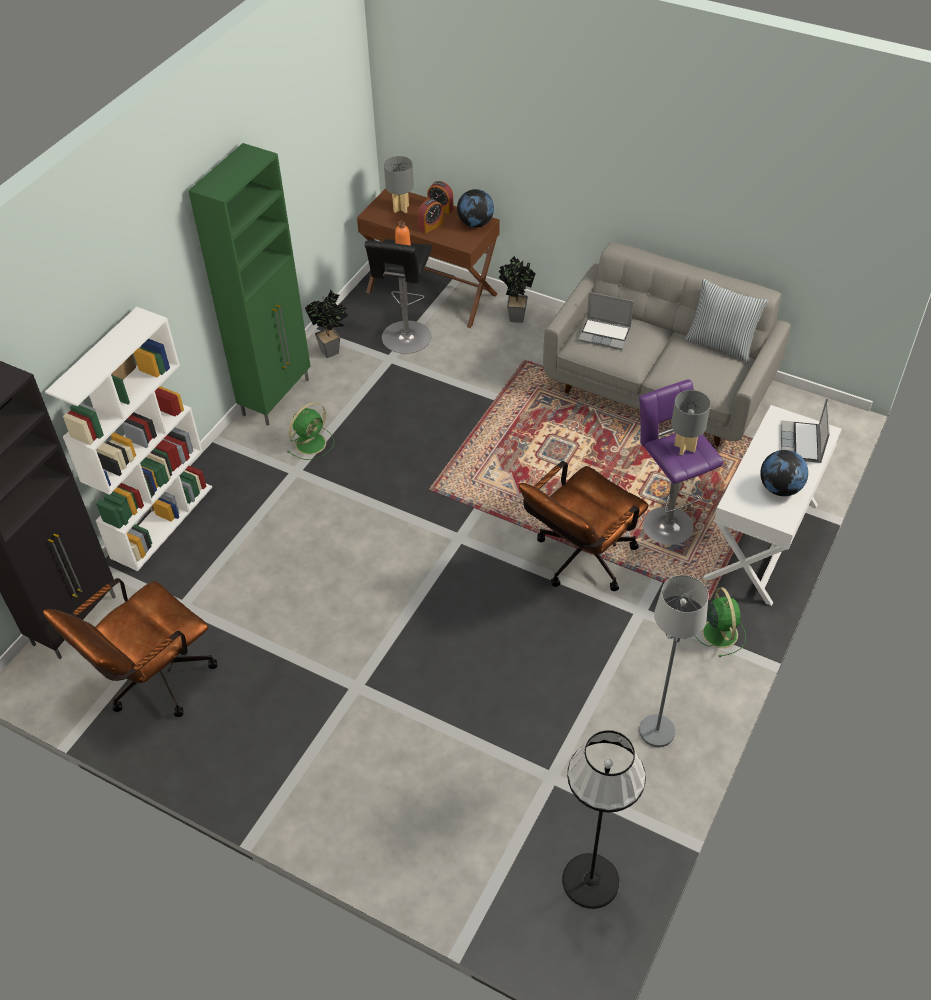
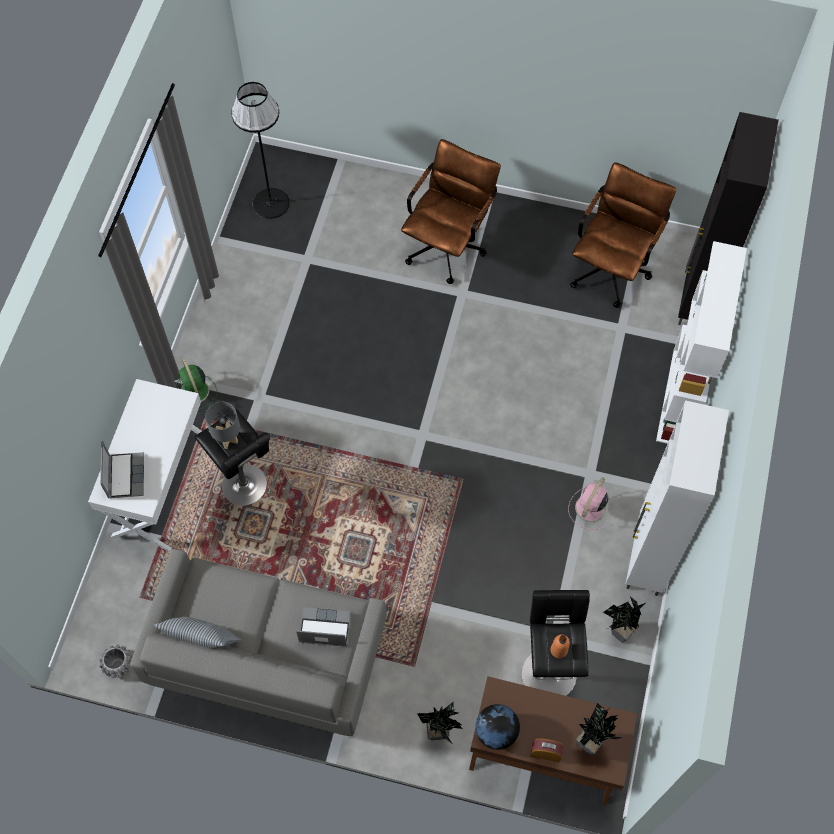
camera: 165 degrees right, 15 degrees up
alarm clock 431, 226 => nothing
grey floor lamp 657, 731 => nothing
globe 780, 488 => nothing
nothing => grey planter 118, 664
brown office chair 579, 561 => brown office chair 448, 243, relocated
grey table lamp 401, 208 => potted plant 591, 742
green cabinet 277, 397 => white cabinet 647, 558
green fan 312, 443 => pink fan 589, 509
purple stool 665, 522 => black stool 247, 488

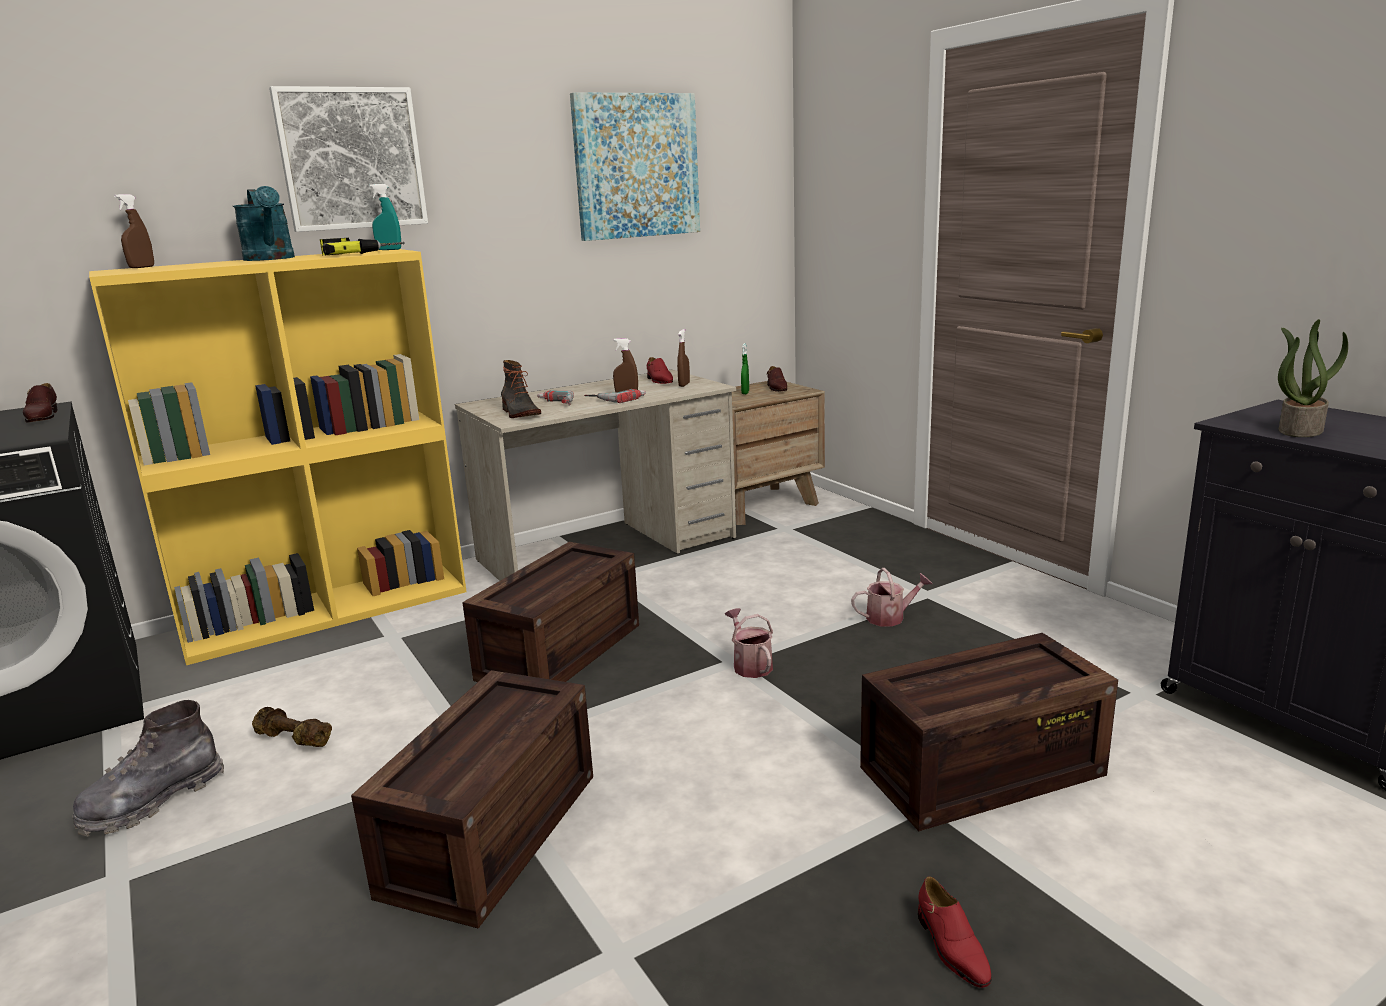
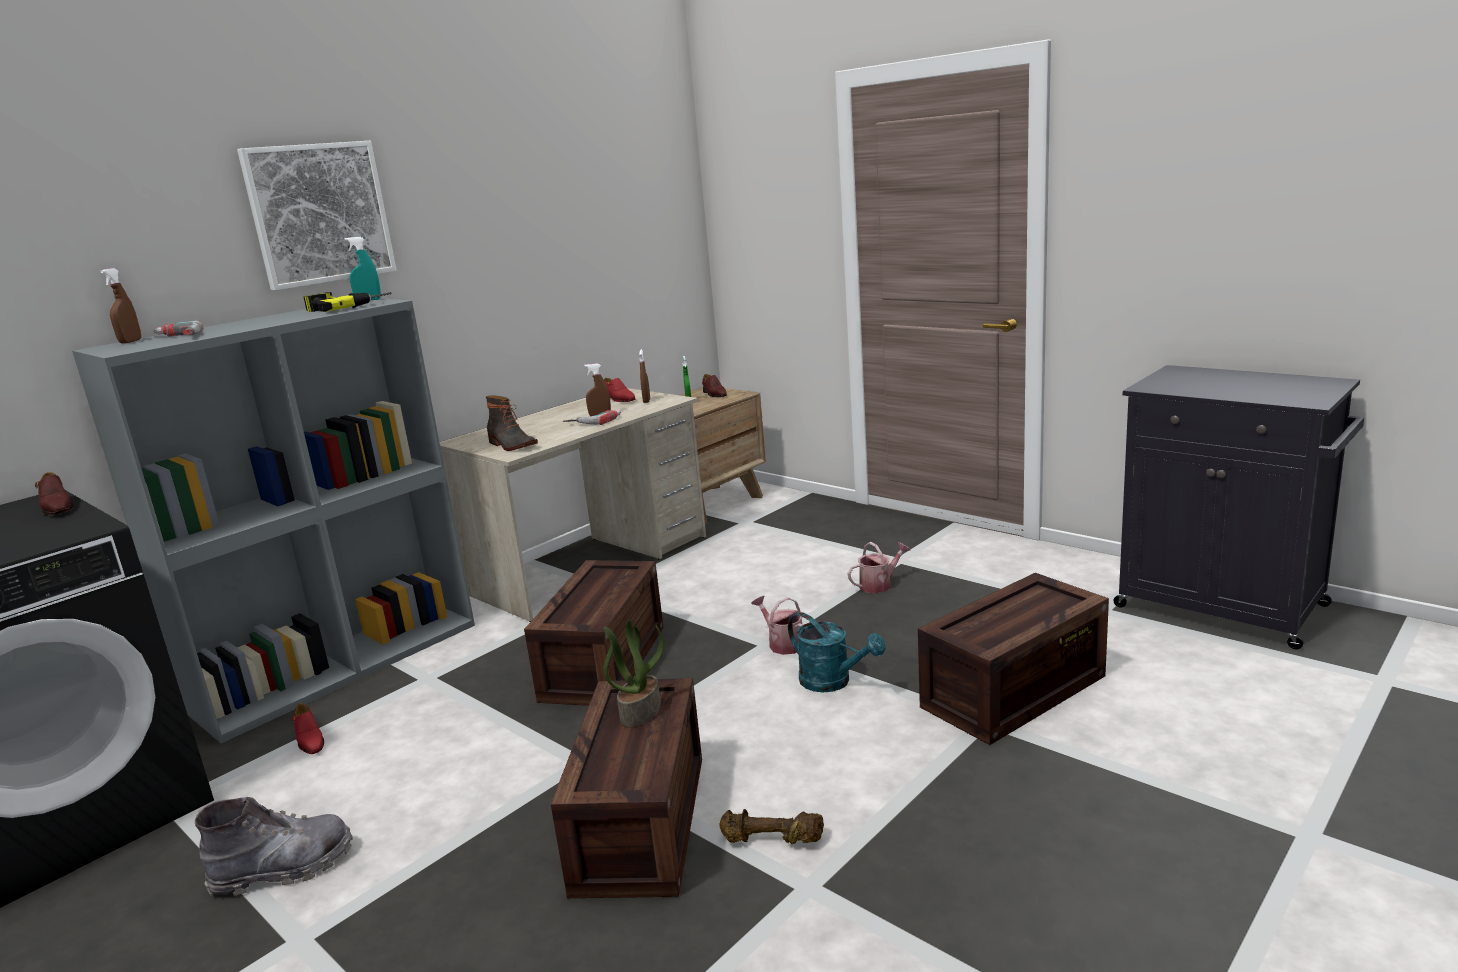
camera: 15 degrees left, 0 degrees up
picture 636, 166 => nothing
turquoise watering can 271, 259 => turquoise watering can 833, 682, relocated
brown dumbbell 292, 740 => brown dumbbell 771, 841, relocated
power drill 554, 404 => power drill 175, 338, relocated
red shoe 951, 948 => red shoe 309, 740, relocated
potted plant 1299, 430 => potted plant 640, 712, relocated
yellow bookcase 328, 609 => grey bookcase 340, 665
grey boot 152, 801 => grey boot 284, 869, 135 degrees counterclockwise

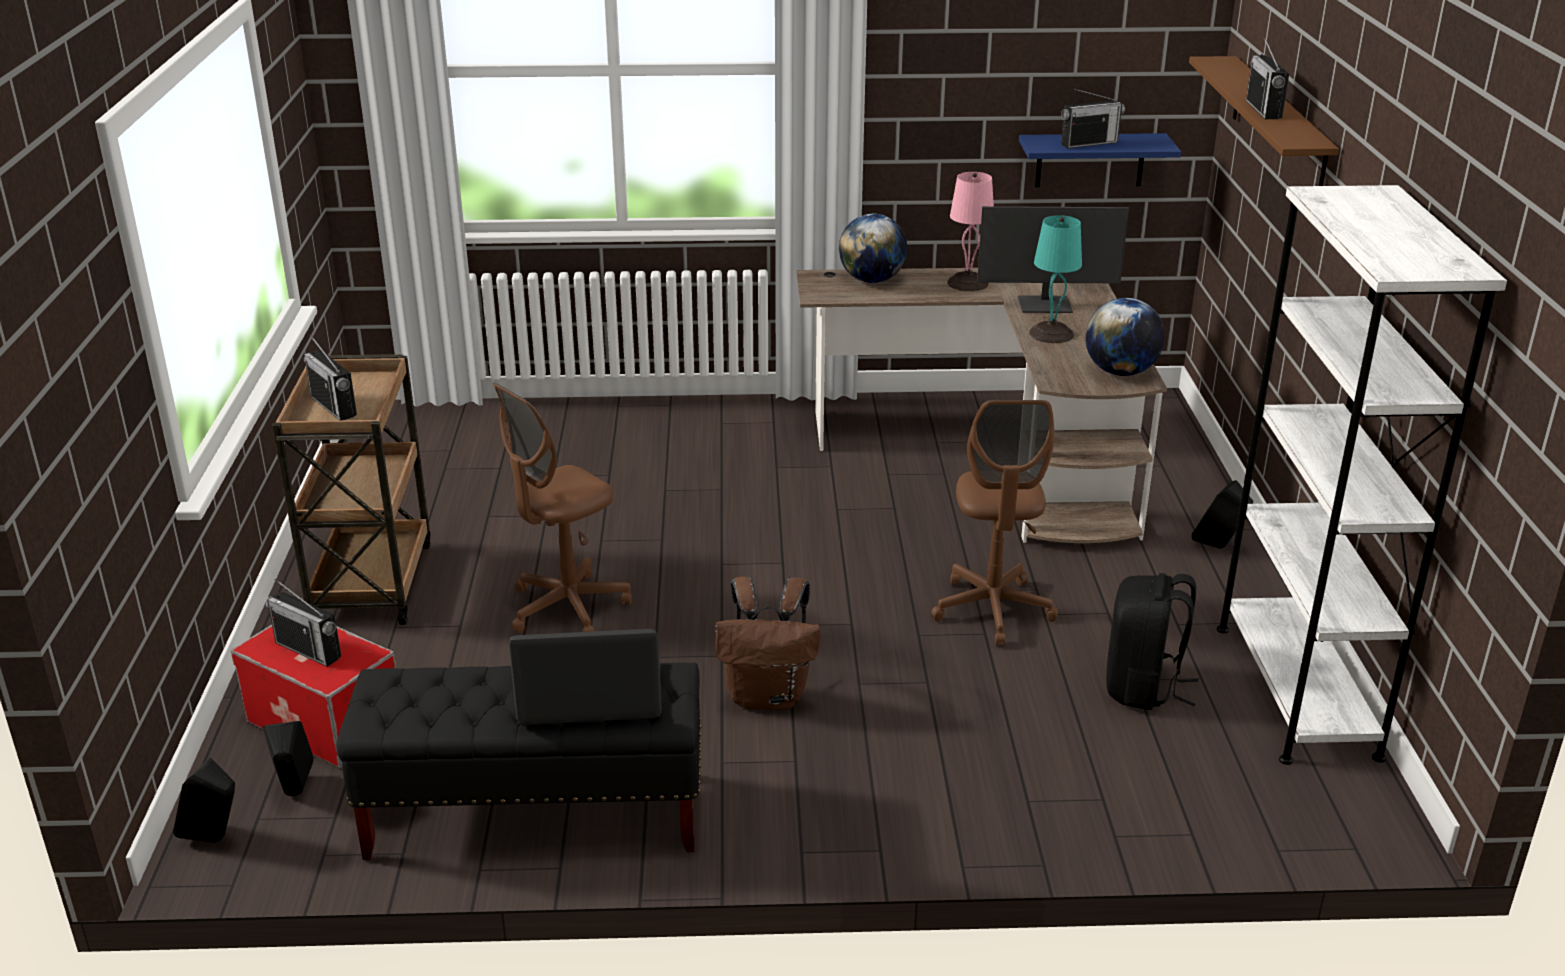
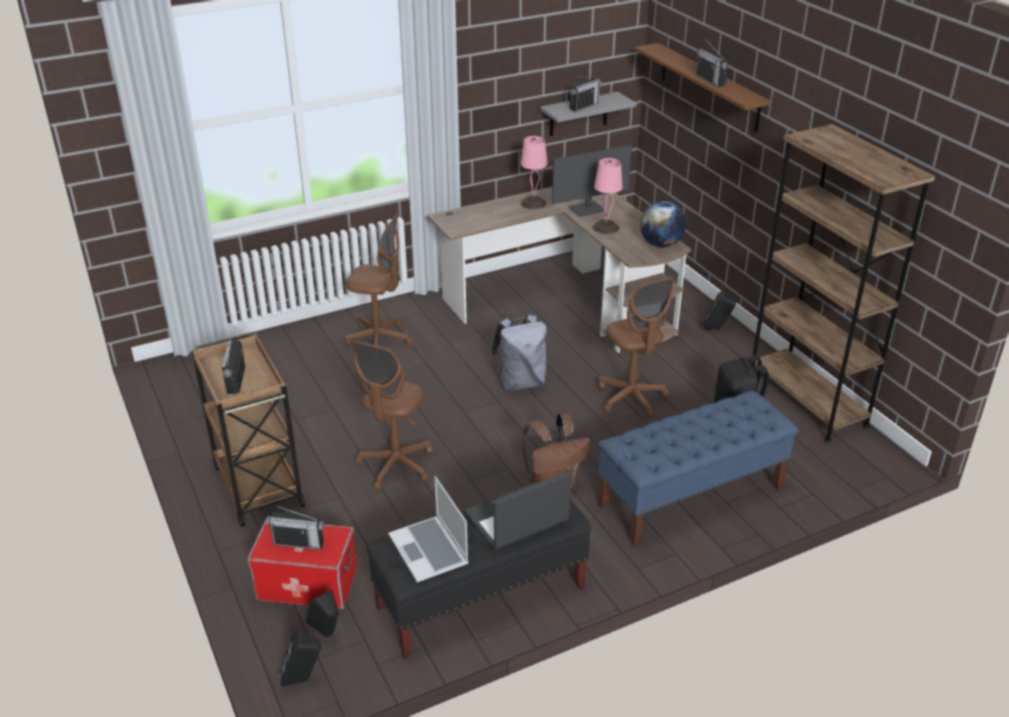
camera: 25 degrees left, 5 degrees up
globe 872, 280 => nothing
nothing => brown office chair 379, 340
nothing => laptop 430, 551
nothing => grey backpack 520, 382
nothing => blue bench 690, 497
blue shelf 1090, 160 => grey shelf 578, 114
turquoise table lamp 1050, 333 => pink table lamp 605, 227
white bookcase 1296, 690 => brown bookcase 806, 400
radio 333, 406 => radio 236, 380, 60 degrees clockwise

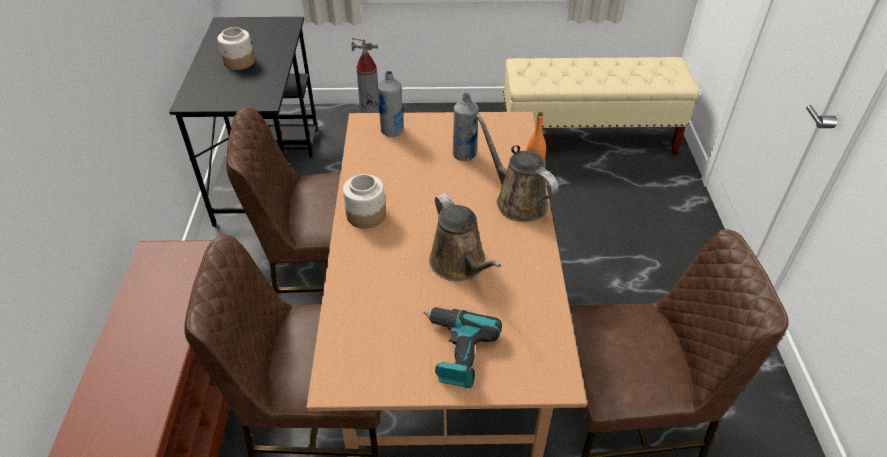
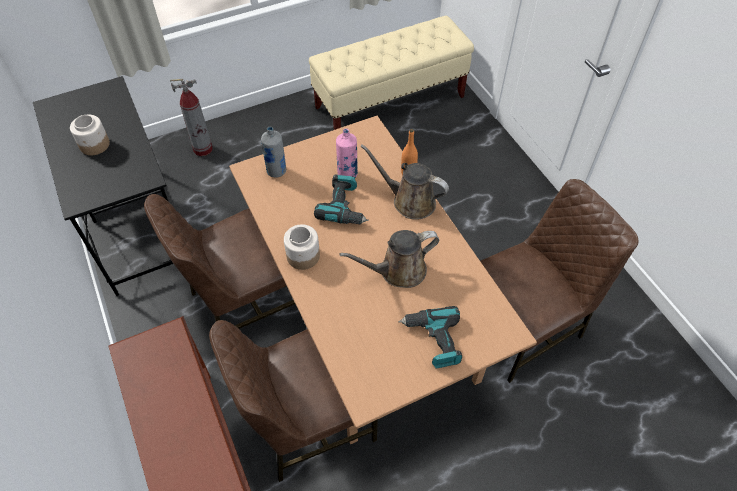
camera: 25 degrees left, 10 degrees up
nothing => power drill 344, 207
grey bottle 464, 154 => pink bottle 347, 174
brown watering can 460, 264 => brown watering can 398, 271, 120 degrees clockwise

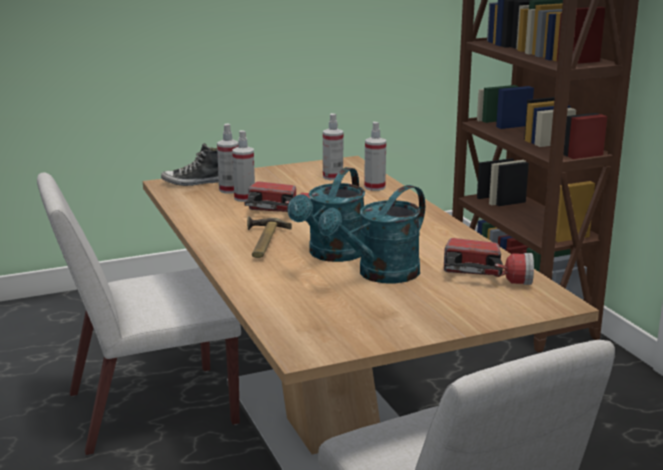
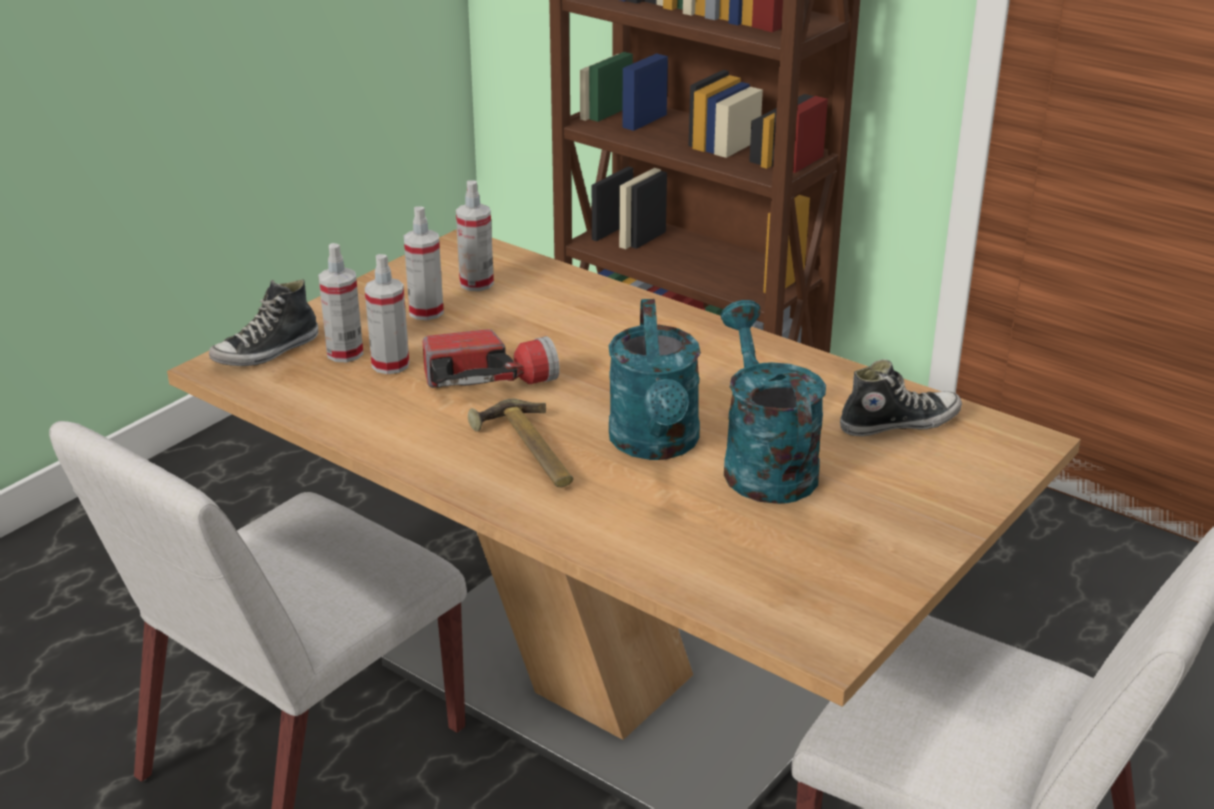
camera: 30 degrees left, 10 degrees up
spray bottle 374, 187 => spray bottle 426, 312, relocated
flashlight 487, 277 => shoe 899, 423
turquoise watering can 380, 275 => turquoise watering can 763, 463, 150 degrees clockwise

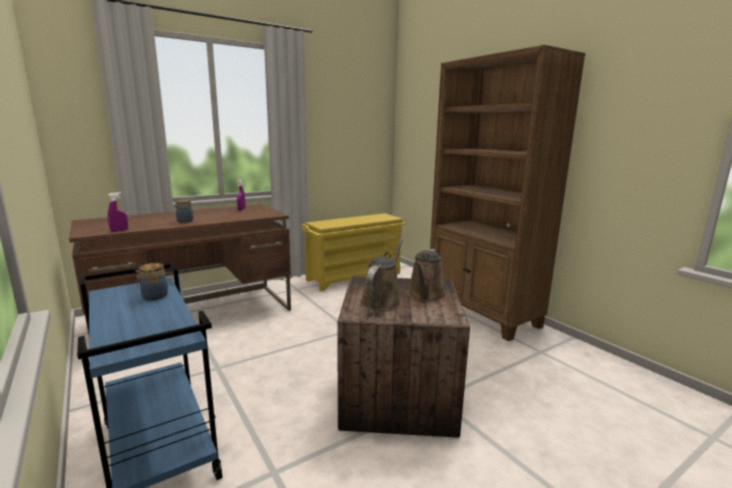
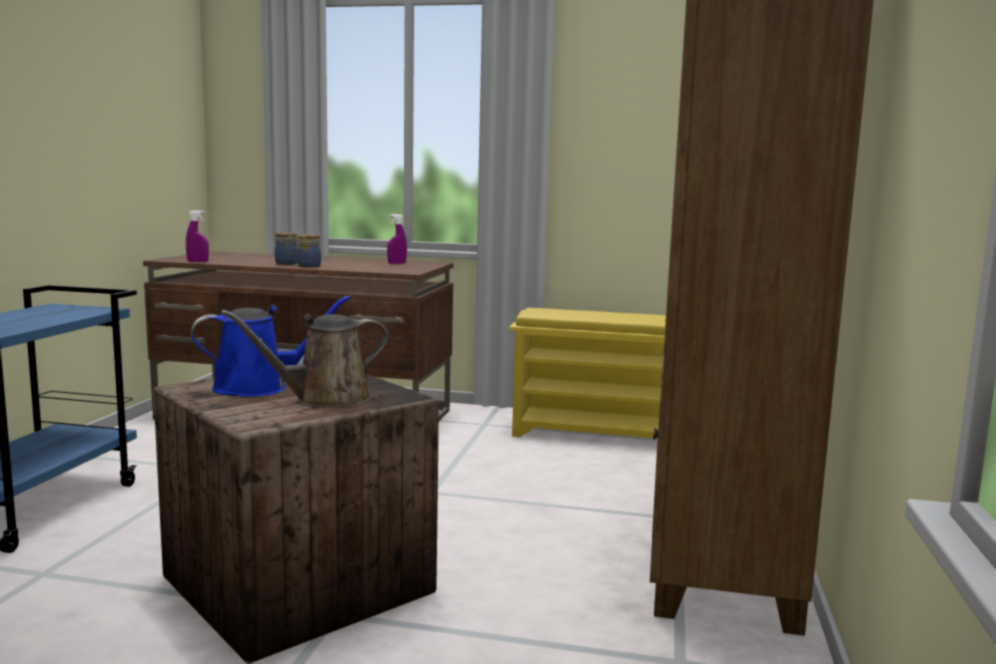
camera: 45 degrees right, 5 degrees down
jar 153, 296 => jar 308, 266, relocated
brown watering can 382, 300 => blue watering can 258, 387

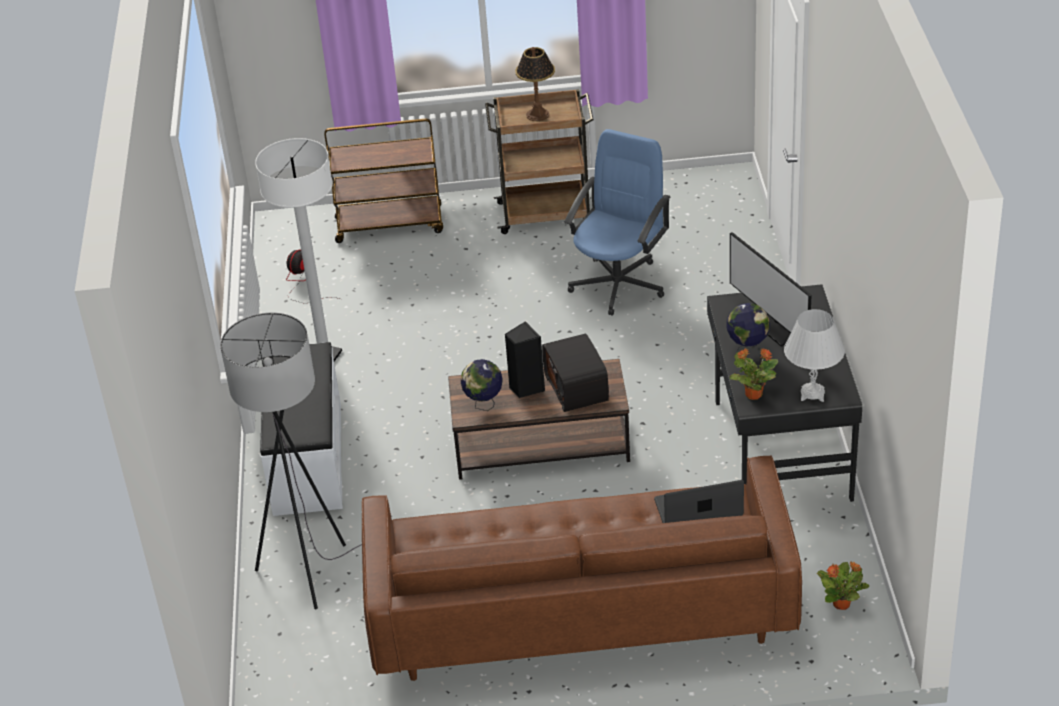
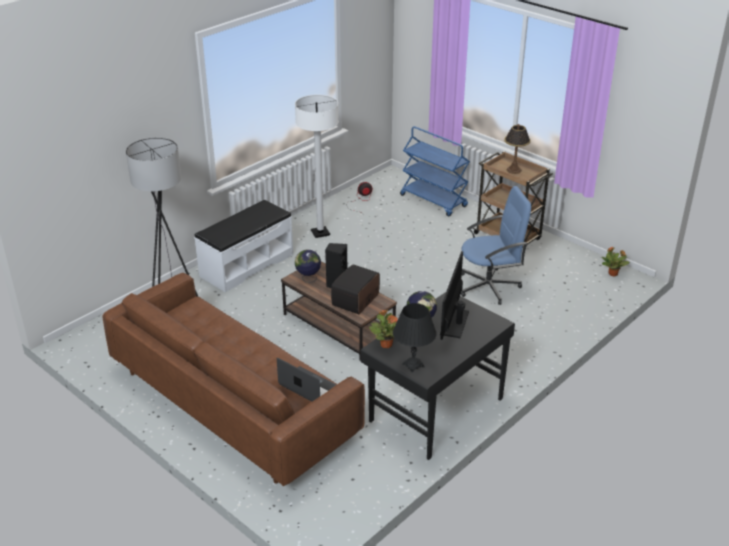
camera: 45 degrees right, 5 degrees down
potted plant 842, 604 => potted plant 613, 274, relocated
brown cart 390, 225 => blue cart 434, 201
white table lamp 812, 394 => black table lamp 413, 365

